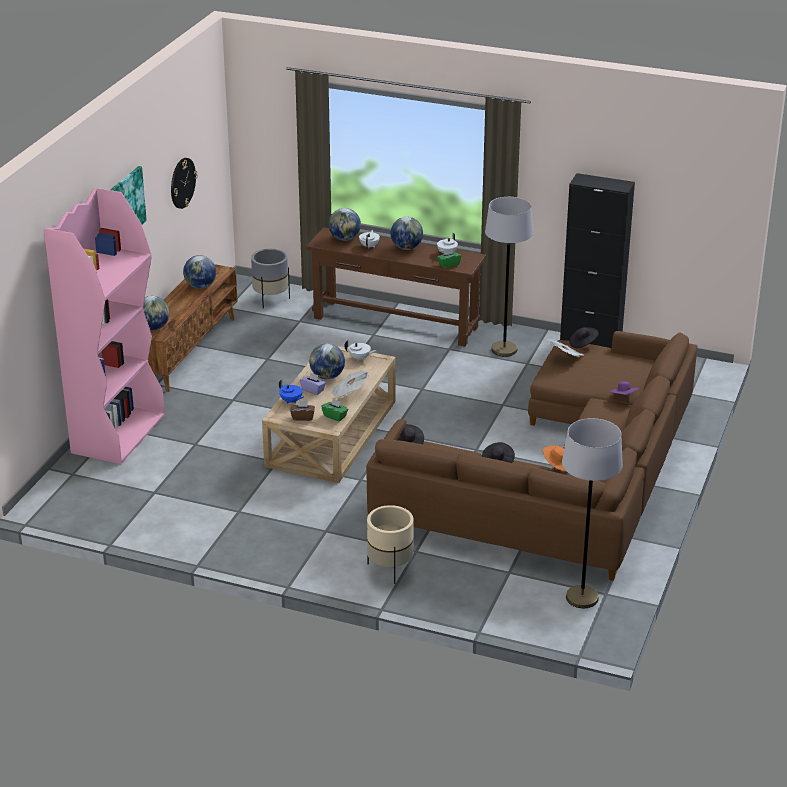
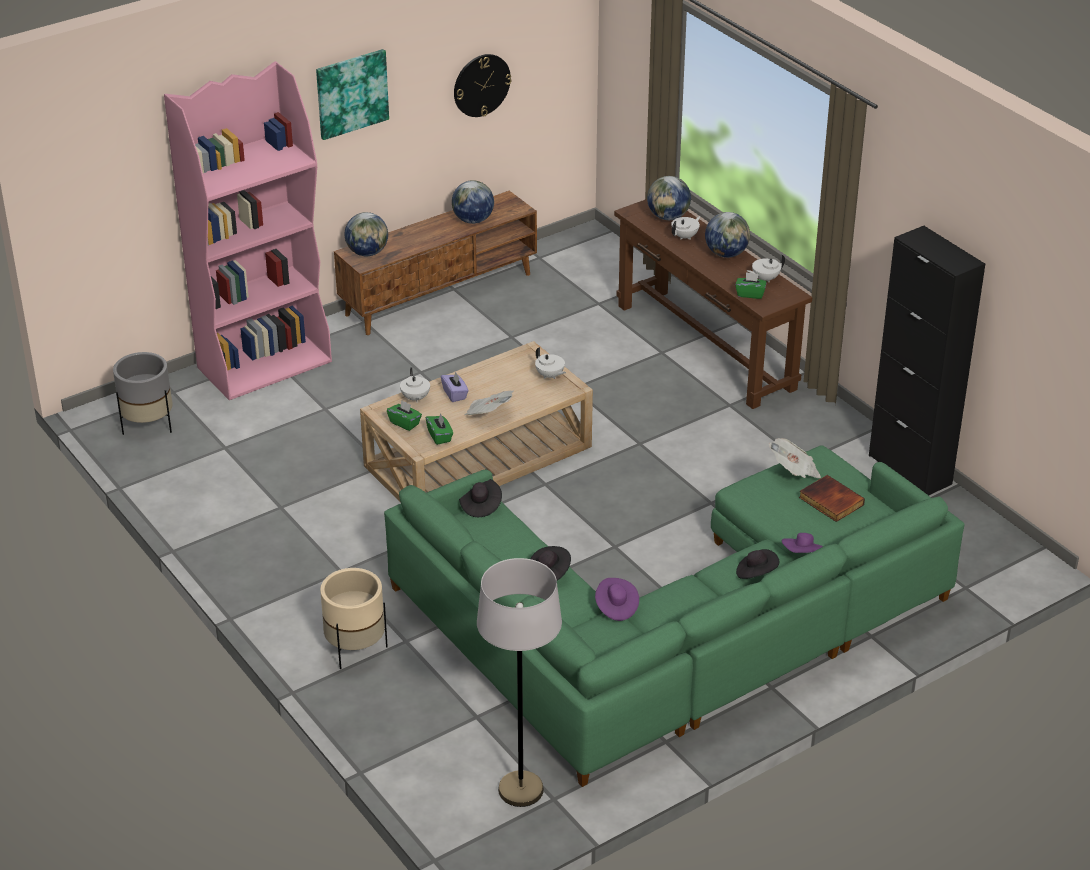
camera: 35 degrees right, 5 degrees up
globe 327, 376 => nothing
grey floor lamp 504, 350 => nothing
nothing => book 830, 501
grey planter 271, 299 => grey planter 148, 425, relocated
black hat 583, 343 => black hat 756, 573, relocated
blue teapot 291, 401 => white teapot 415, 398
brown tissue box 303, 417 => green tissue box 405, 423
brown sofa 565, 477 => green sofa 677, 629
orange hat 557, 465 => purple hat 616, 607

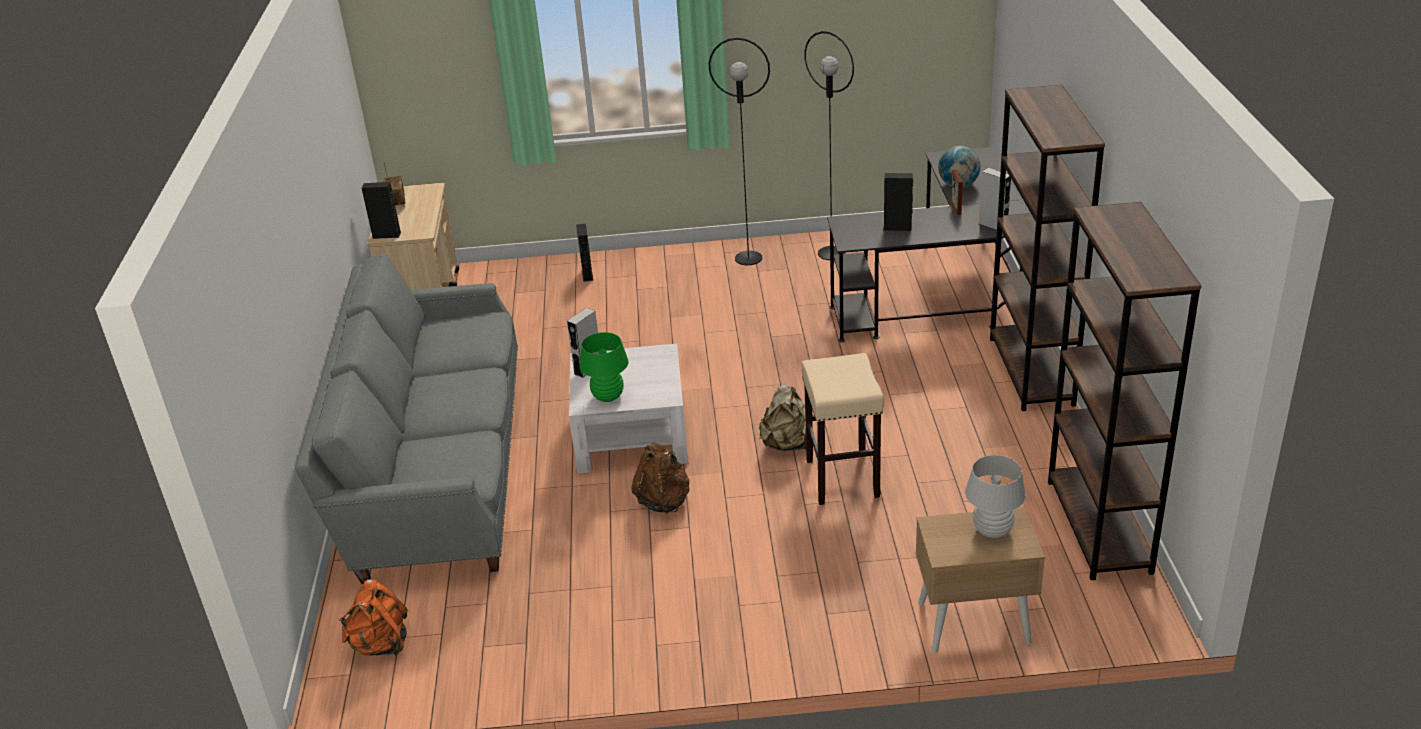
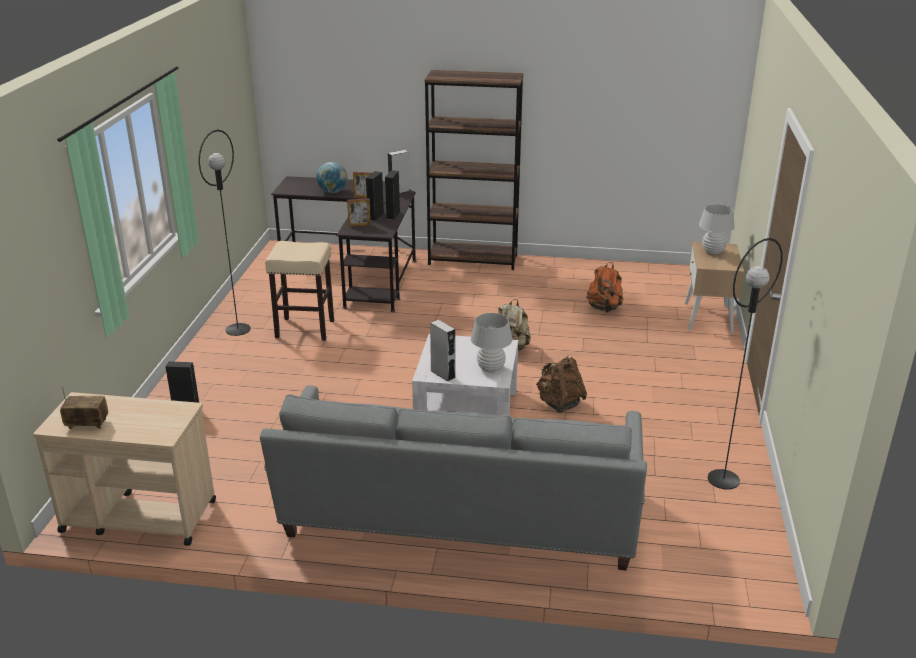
camera: 80 degrees left, 5 degrees down
brown bookcase 1098, 526 => nothing
nothing => picture frame 359, 225
orange backpack 380, 644 => orange backpack 604, 308, relocated
black speaker 386, 235 => black speaker 393, 215, relocated
beige stool 841, 477 => beige stool 304, 329, relocated
black floor lamp 831, 253 => black floor lamp 723, 479, relocated
green table lamp 608, 397 => white table lamp 491, 368

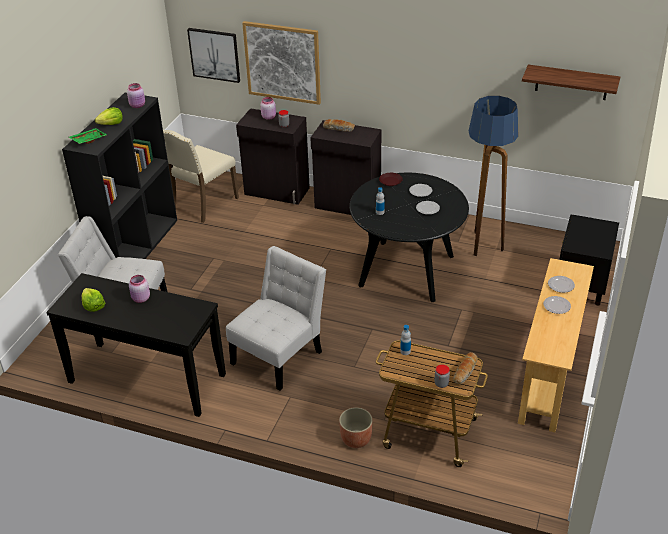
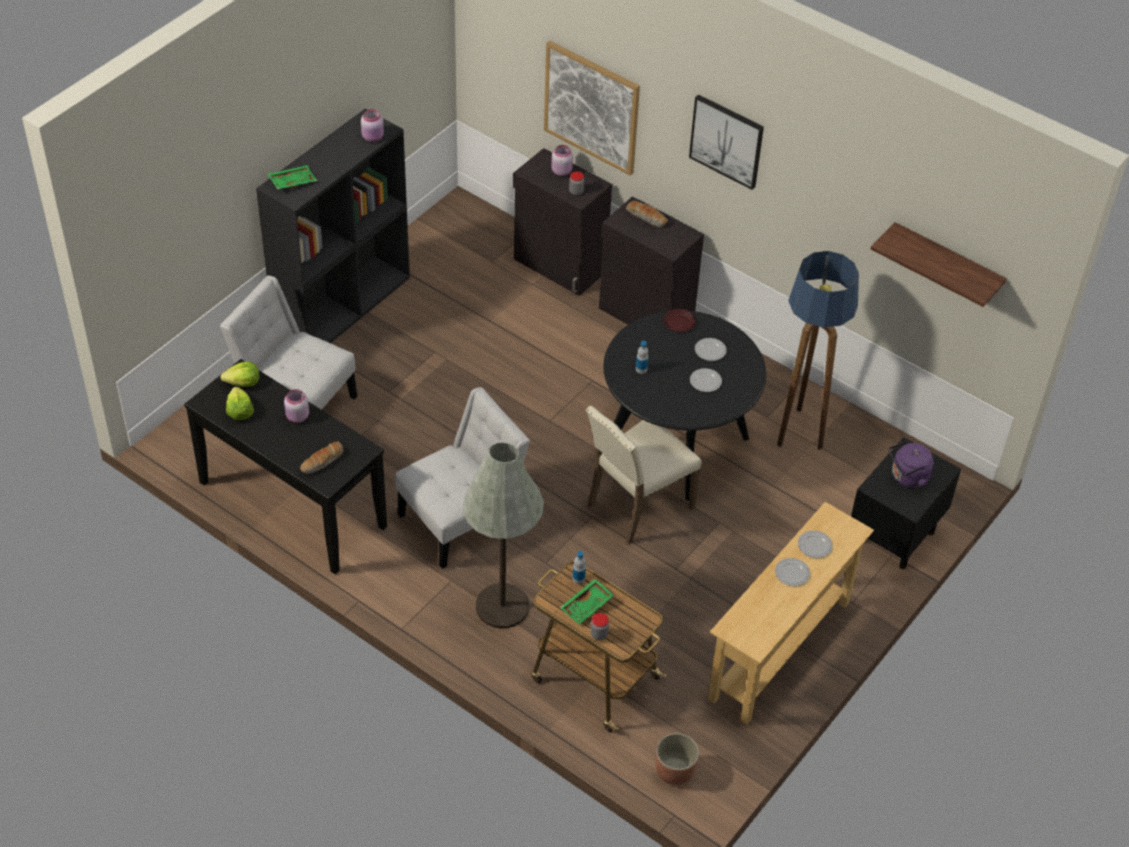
camera: 15 degrees right, 10 degrees up
nothing => grey floor lamp 502, 606
nothing => green tray 587, 606
nothing => purple kettle 907, 477
lettuce 111, 124 => lettuce 243, 383, relocated
beige chair 203, 204 => beige chair 637, 506, relocated
picture 214, 54 => picture 727, 141, relocated
planter 356, 439 => planter 675, 771, relocated
bread 465, 372 => bread 323, 462, relocated

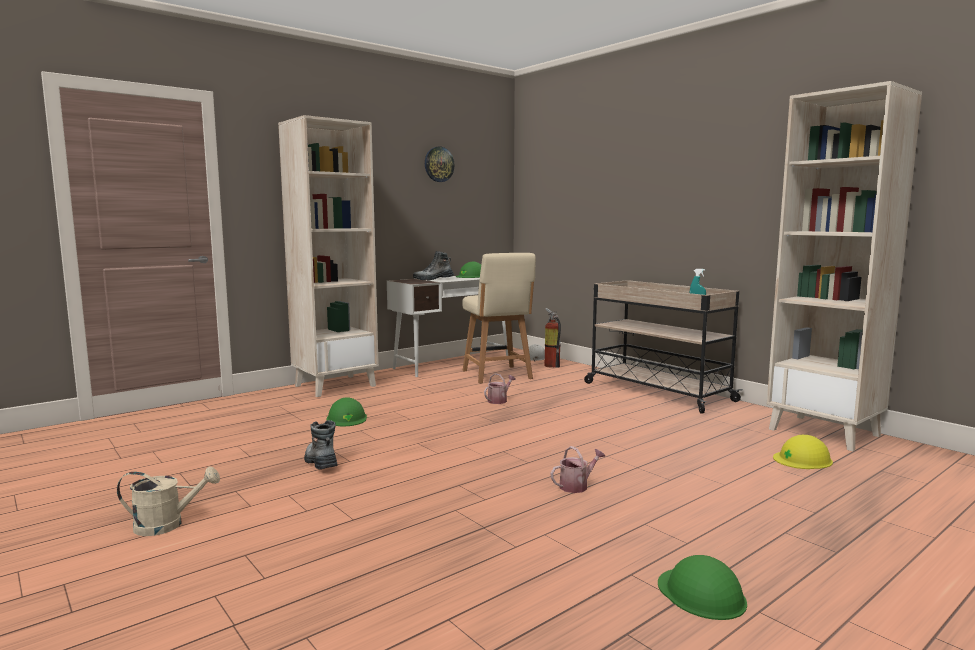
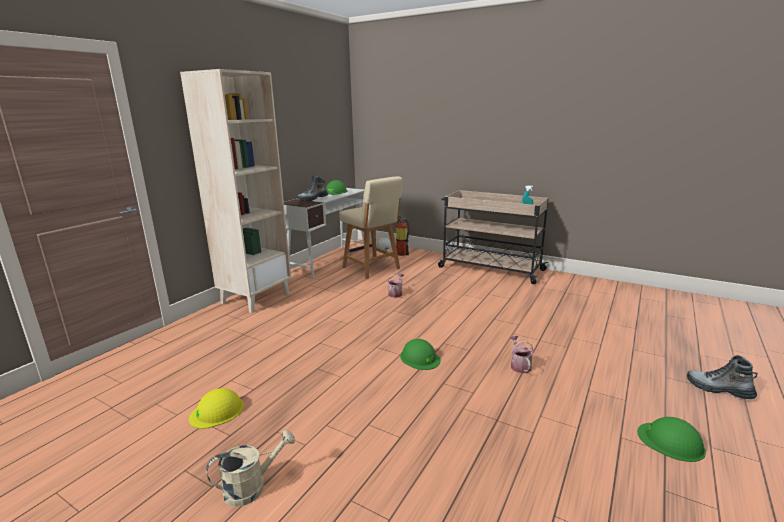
camera: 20 degrees left, 10 degrees up
wall clock 438, 164 => nothing
beige bookcase 825, 432 => nothing
boot 320, 463 => boot 718, 389, relocated
green hard hat 347, 418 => green hard hat 420, 358, relocated
yellow hard hat 802, 459 => yellow hard hat 217, 411, relocated
watering can 577, 486 => watering can 519, 365, 45 degrees counterclockwise

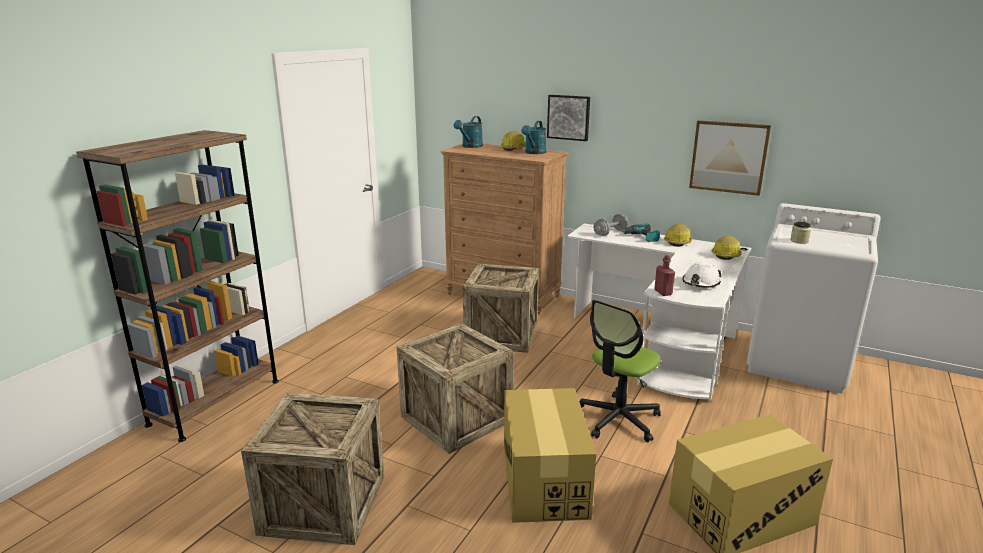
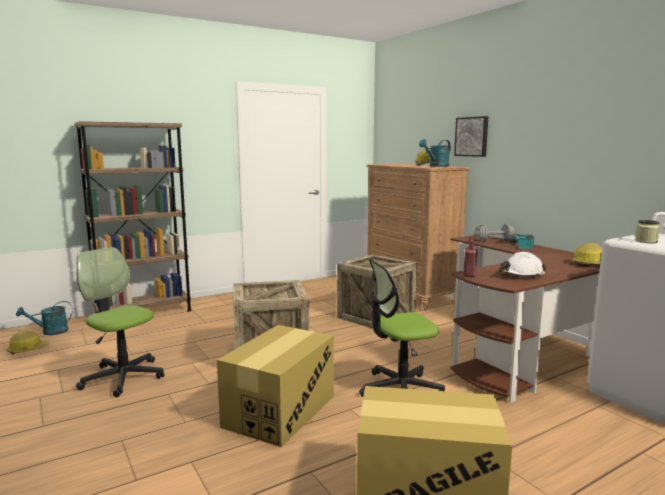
camera: 30 degrees right, 10 degrees down
picture 728, 157 => nothing
turquoise watering can 470, 146 => turquoise watering can 50, 332, relocated
hard hat 678, 242 => hard hat 28, 349, relocated
crate 323, 504 => office chair 123, 377
white desk 664, 342 => brown desk 520, 350

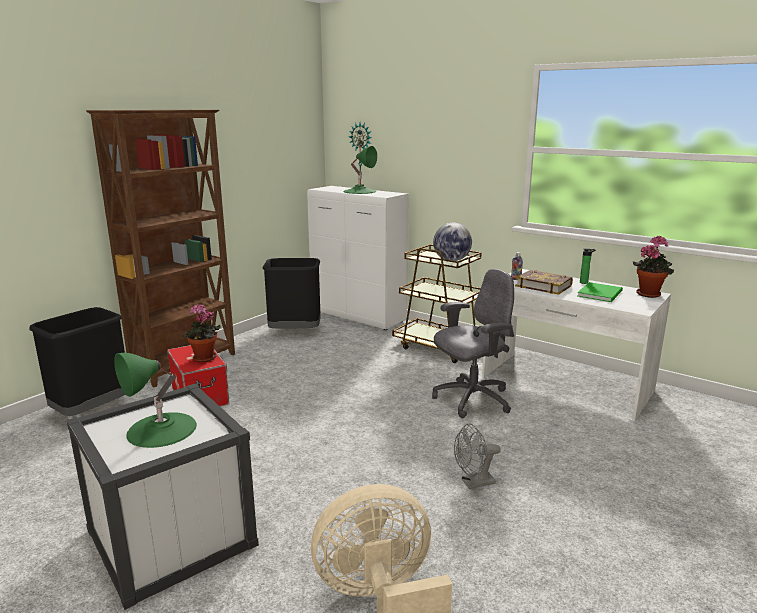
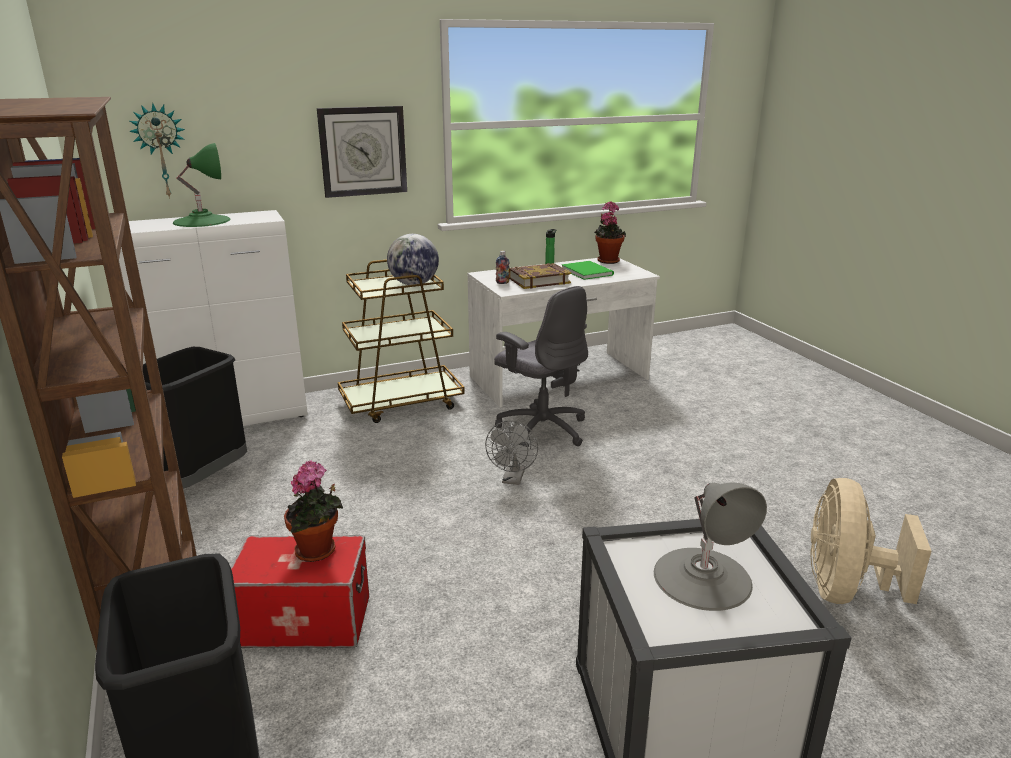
camera: 60 degrees left, 5 degrees up
nothing => wall clock 363, 151
grey fan 473, 483 => grey fan 513, 479, relocated
green table lamp 162, 429 => grey table lamp 703, 578
grey office chair 471, 400 => grey office chair 542, 429, 135 degrees clockwise

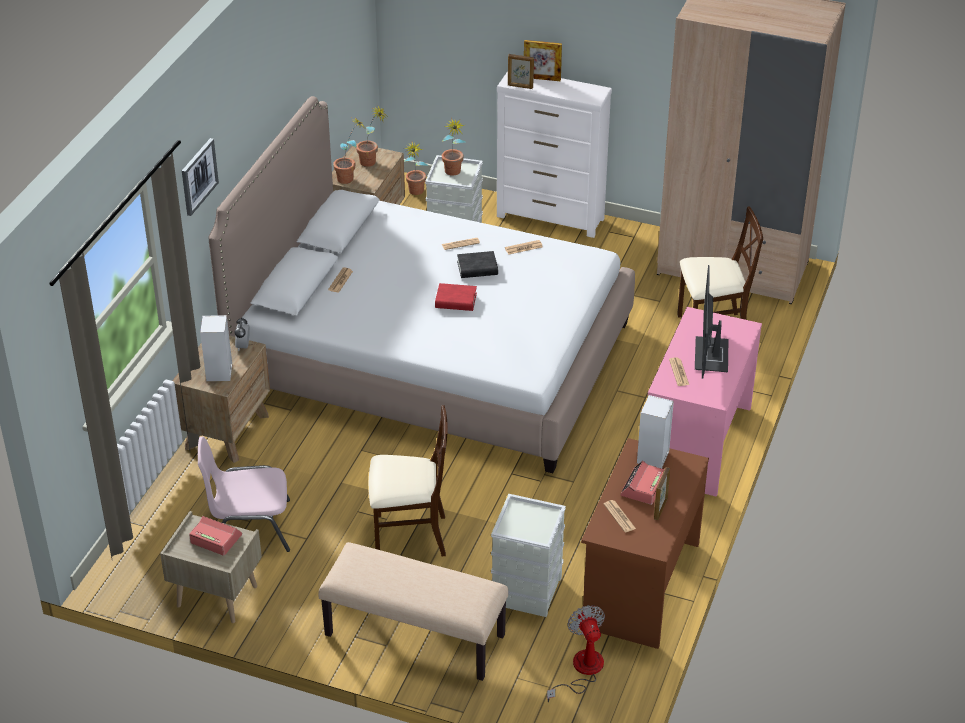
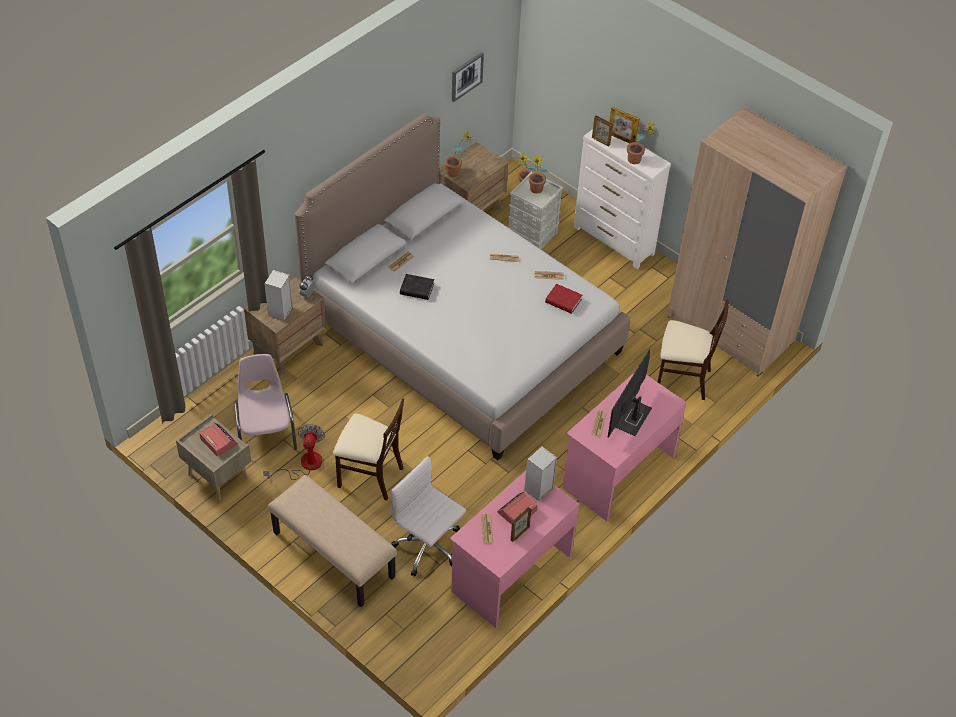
camera: 20 degrees right, 10 degrees up
picture 198, 176 => picture 466, 76, relocated
potted plant 372, 163 => potted plant 637, 162, relocated
red book 456, 301 => red book 563, 301, relocated
black book 477, 268 => black book 417, 289, relocated
fan 581, 670 => fan 304, 465, relocated
grey storage box 526, 590 => white office chair 428, 547
brown desk 639, 584 => pink desk 510, 572
pink chair 249, 527 => pink chair 266, 430, 60 degrees clockwise

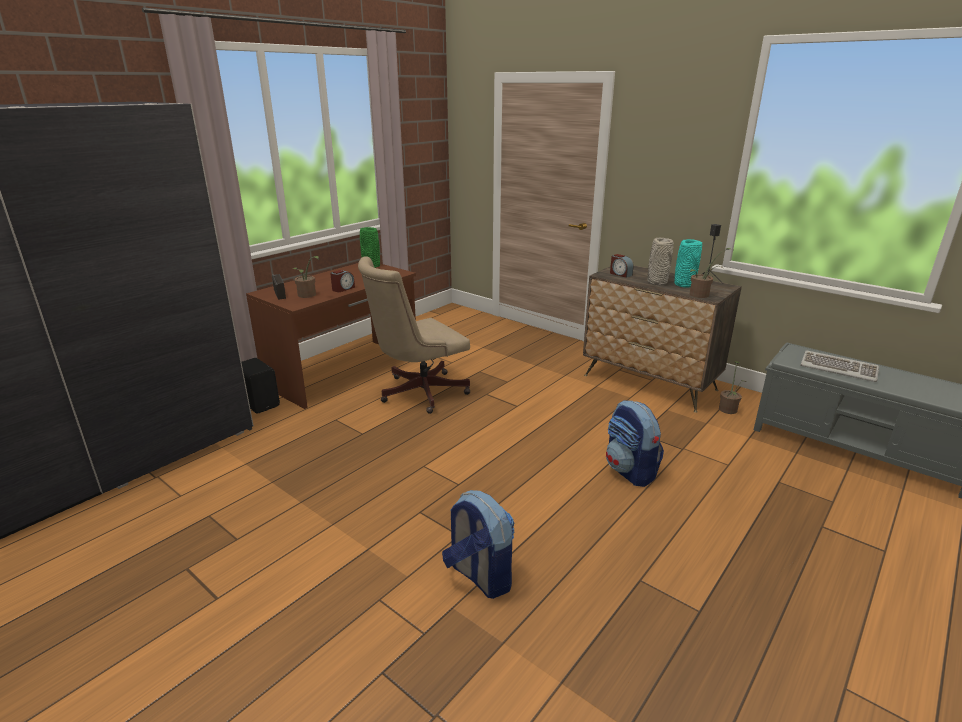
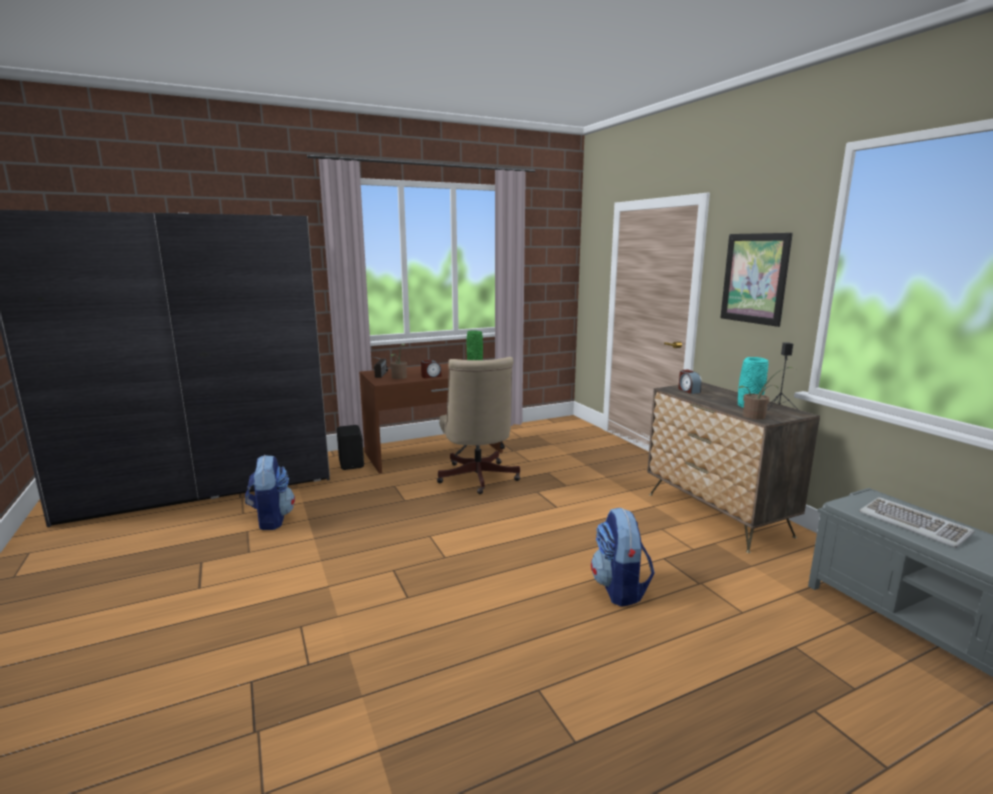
camera: 25 degrees right, 10 degrees down
grey vase 656, 282 => nothing
potted plant 728, 408 => nothing
nothing => picture 754, 278
backpack 479, 576 => backpack 271, 519, relocated
beige office chair 418, 393 => beige office chair 477, 479, 90 degrees counterclockwise

